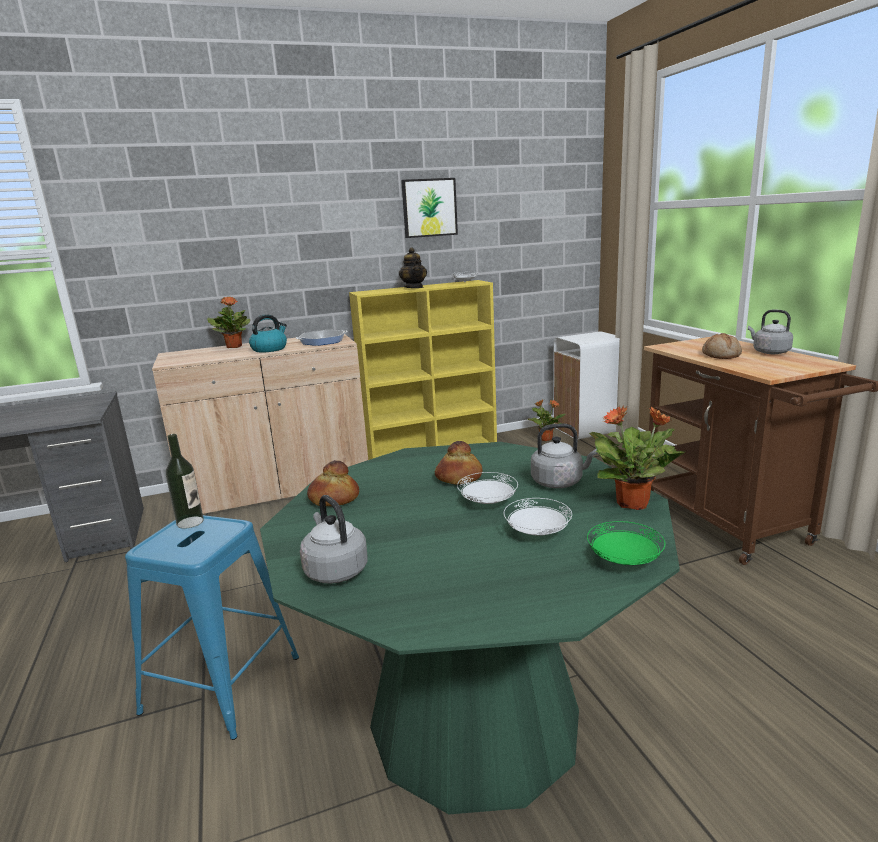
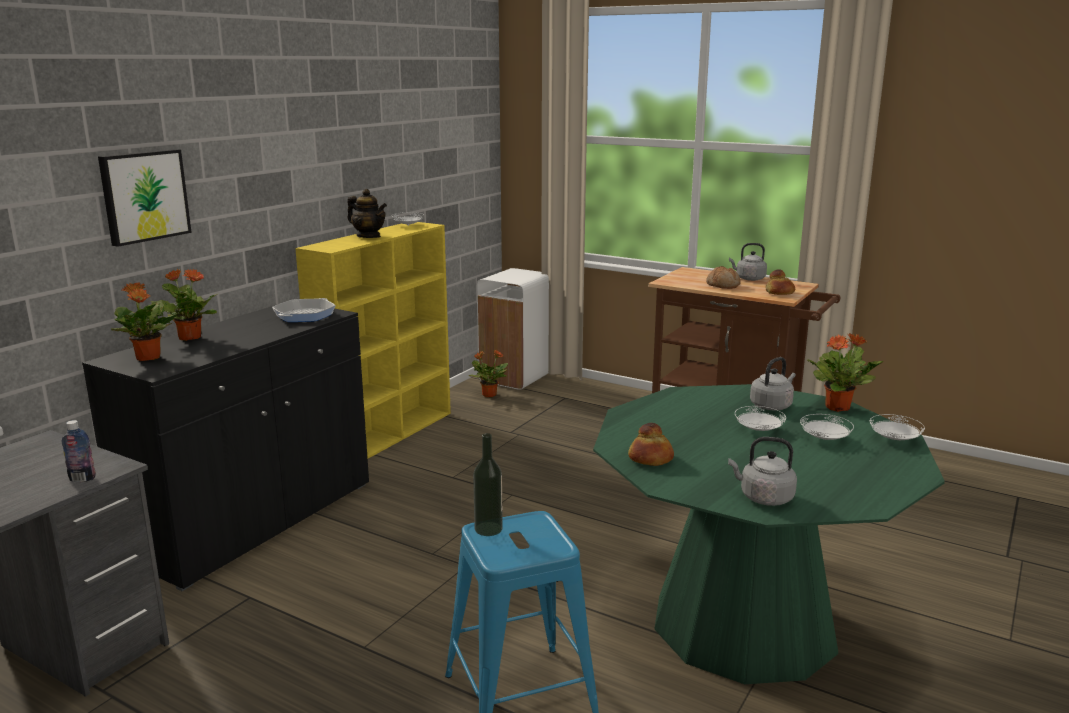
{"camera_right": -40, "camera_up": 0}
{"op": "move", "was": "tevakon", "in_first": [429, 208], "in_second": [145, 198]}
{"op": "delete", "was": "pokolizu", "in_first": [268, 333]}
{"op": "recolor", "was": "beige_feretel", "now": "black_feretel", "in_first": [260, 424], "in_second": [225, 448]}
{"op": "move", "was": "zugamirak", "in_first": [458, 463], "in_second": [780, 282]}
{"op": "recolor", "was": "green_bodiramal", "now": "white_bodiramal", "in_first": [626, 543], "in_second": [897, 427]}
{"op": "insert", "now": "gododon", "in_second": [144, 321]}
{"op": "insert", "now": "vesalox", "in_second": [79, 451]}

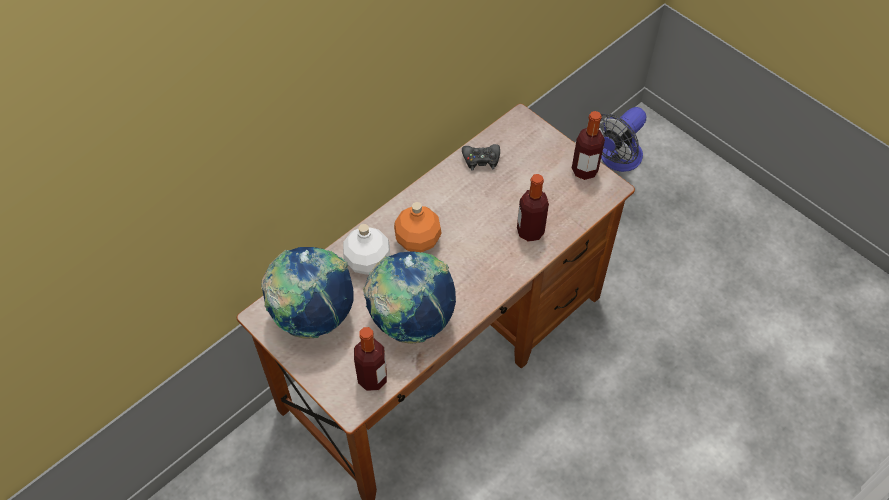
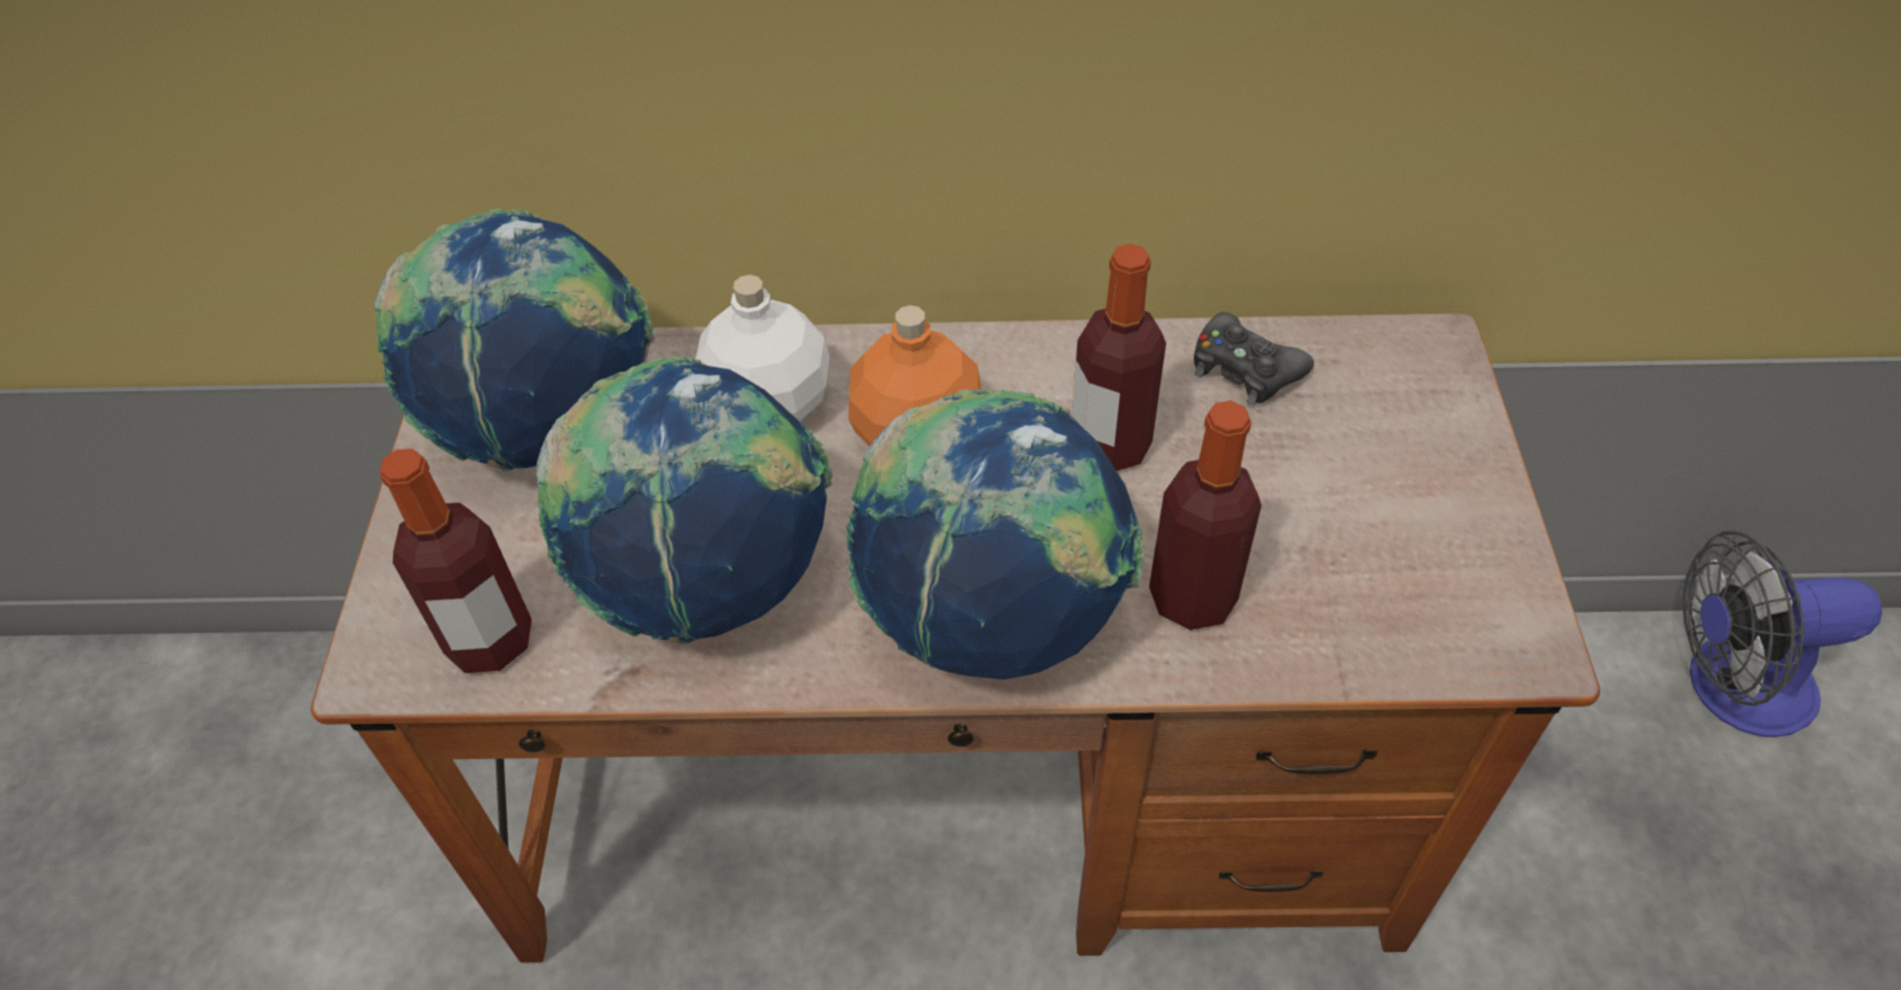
{"camera_right": 45, "camera_up": -5}
{"op": "move", "was": "vesalox", "in_first": [588, 145], "in_second": [1119, 357]}
{"op": "insert", "now": "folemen", "in_second": [995, 534]}

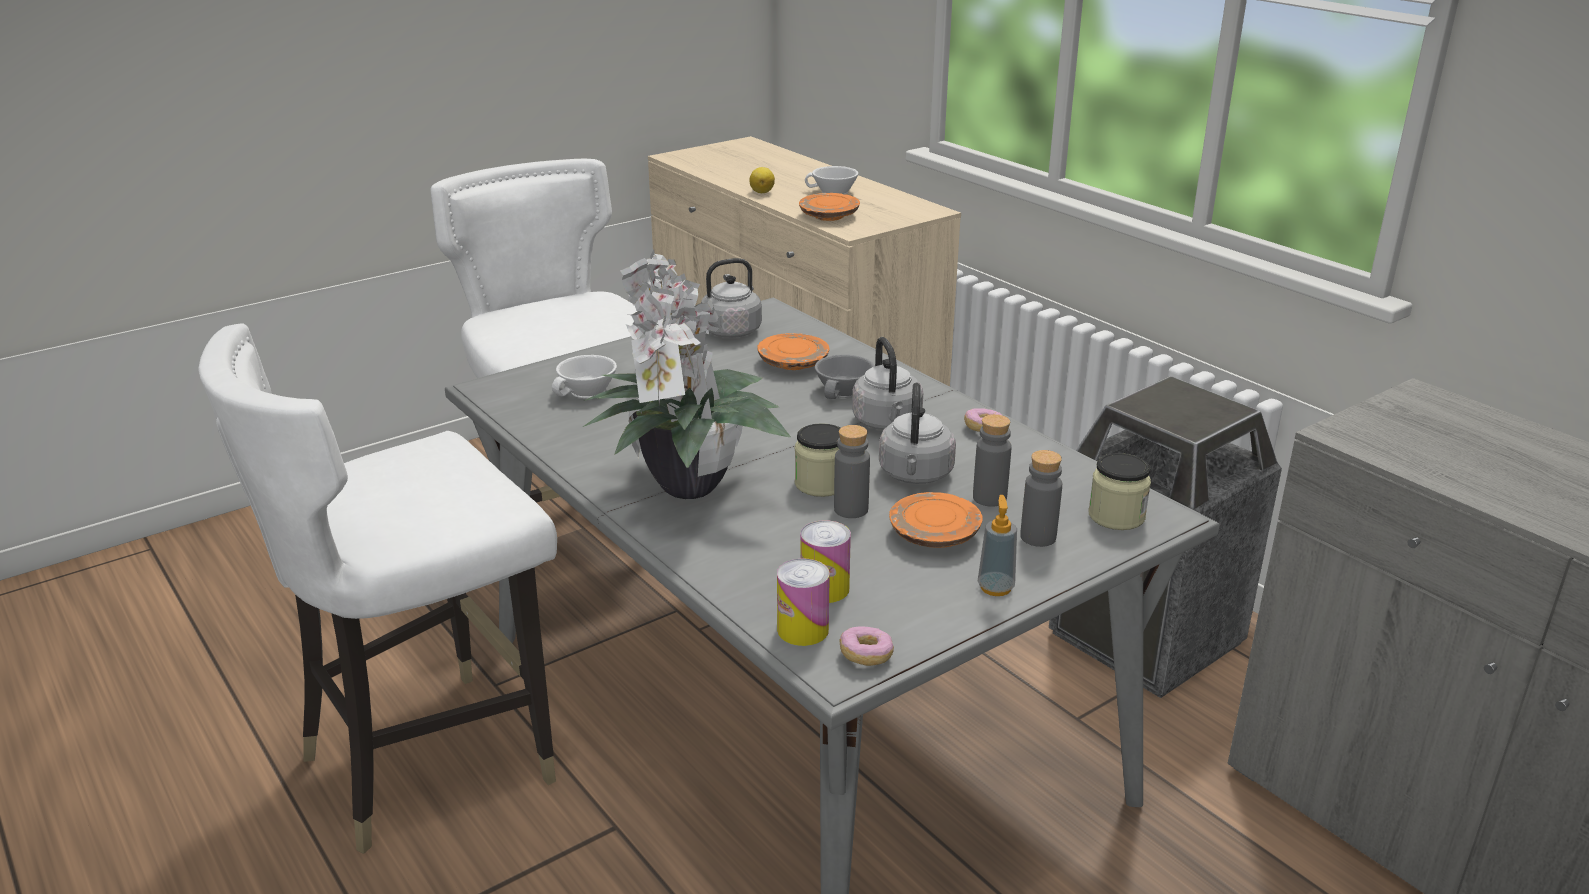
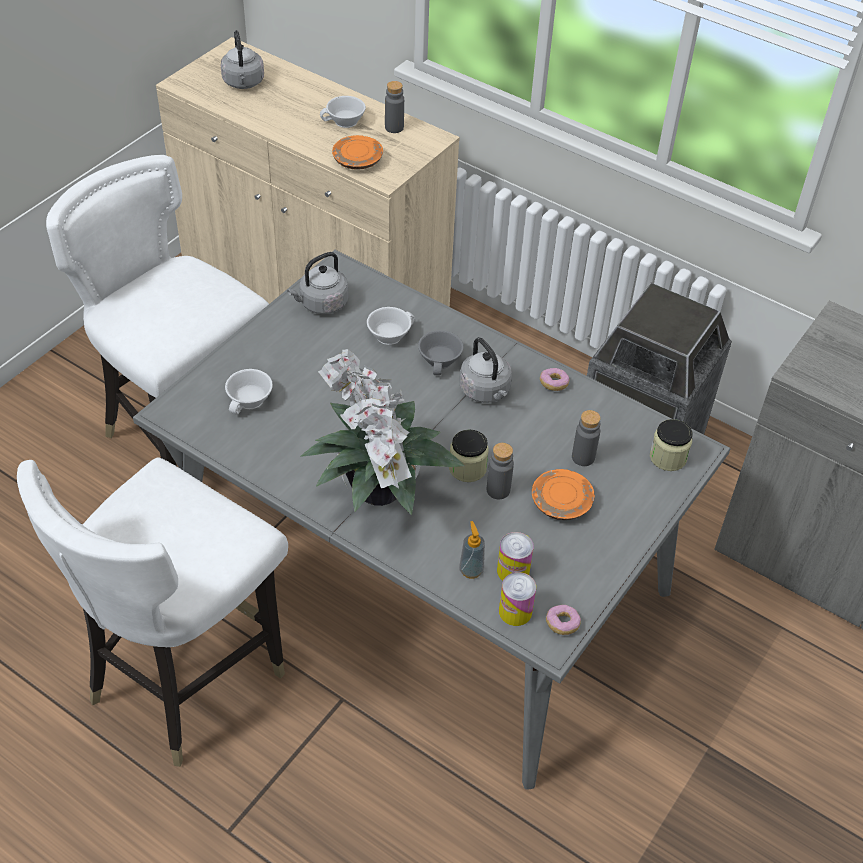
{"camera_right": -20, "camera_up": 20}
{"op": "delete", "was": "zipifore", "in_first": [762, 180]}
{"op": "replace", "was": "orange_bodiramal", "now": "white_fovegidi", "in_first": [793, 351], "in_second": [391, 326]}
{"op": "move", "was": "grey_pokolizu", "in_first": [917, 433], "in_second": [242, 59]}
{"op": "move", "was": "grey_vesalox", "in_first": [1041, 498], "in_second": [394, 107]}
{"op": "move", "was": "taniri", "in_first": [997, 545], "in_second": [472, 550]}

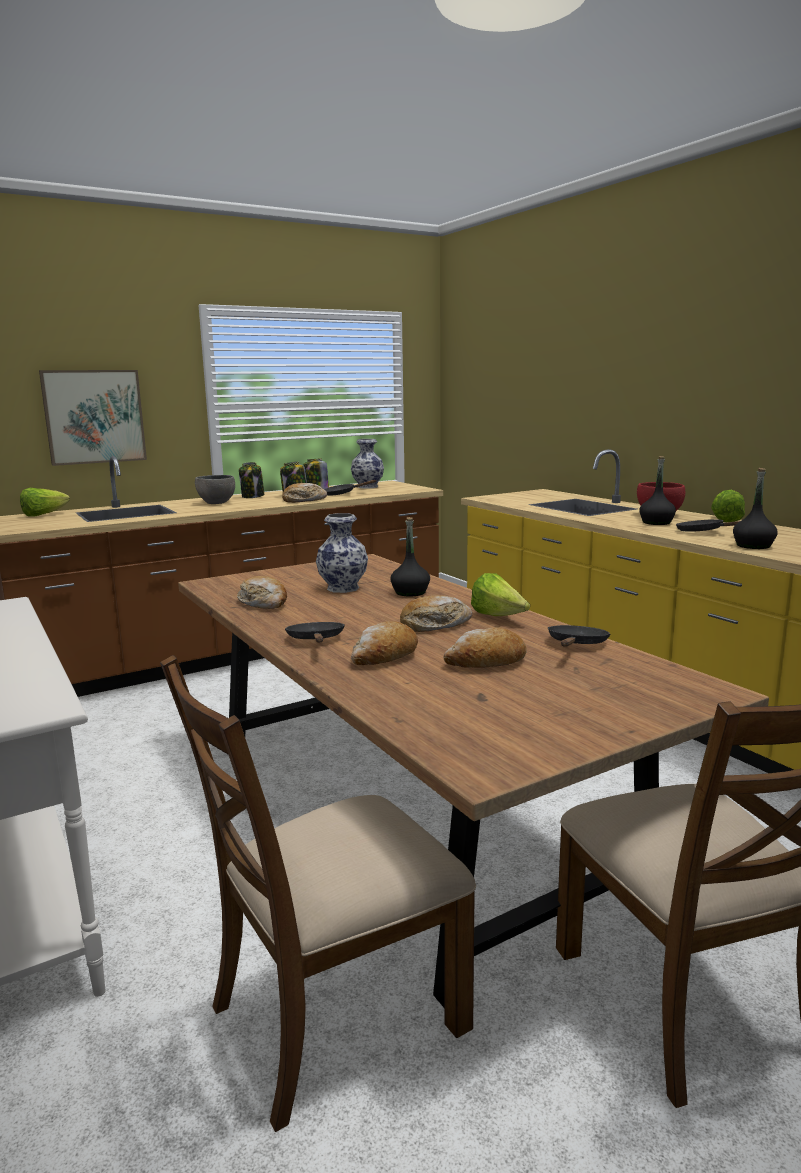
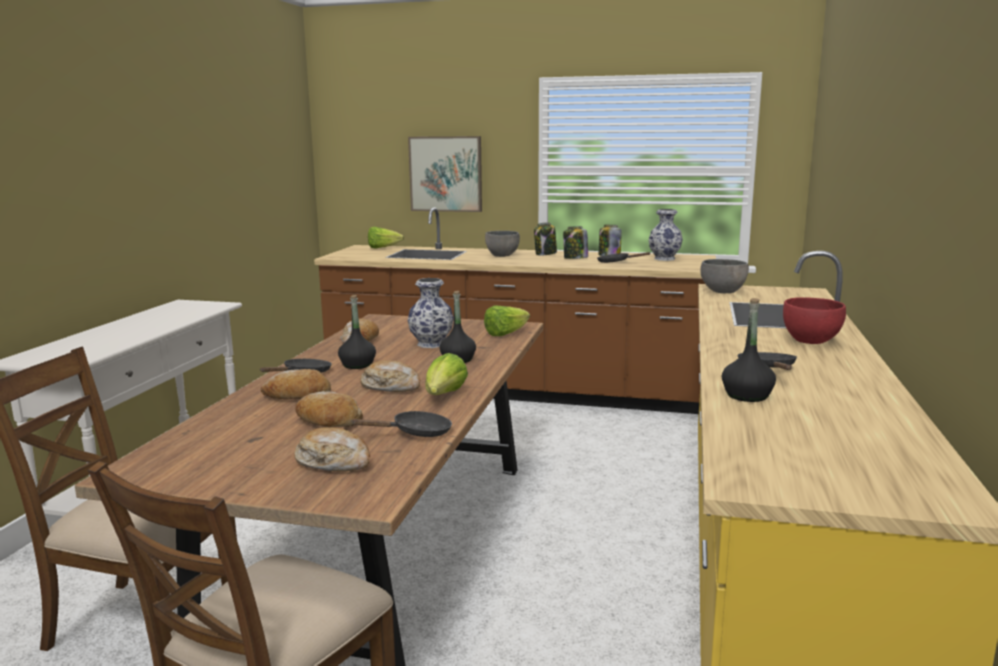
{"camera_right": 45, "camera_up": 0}
{"op": "move", "was": "black_vesalox", "in_first": [657, 490], "in_second": [357, 332]}
{"op": "move", "was": "zugamirak", "in_first": [304, 493], "in_second": [332, 449]}
{"op": "move", "was": "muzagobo", "in_first": [728, 505], "in_second": [507, 321]}
{"op": "insert", "now": "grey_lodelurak", "in_second": [725, 276]}

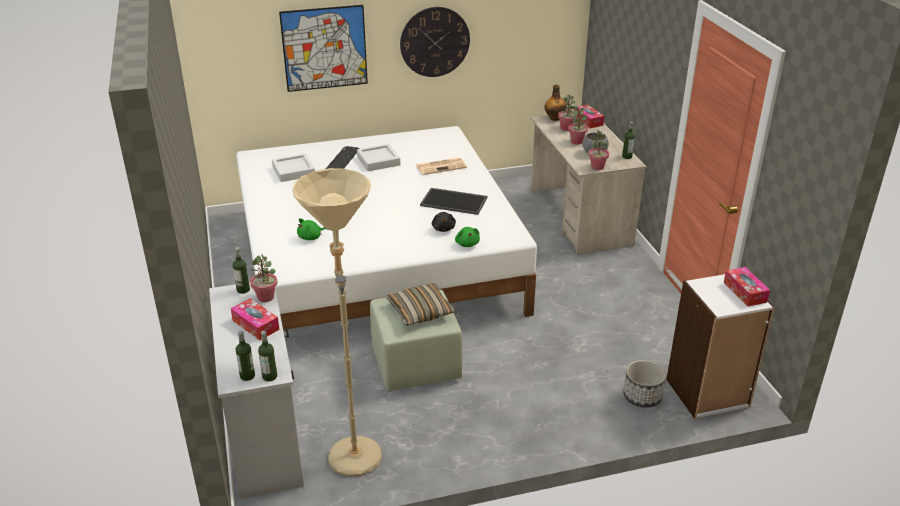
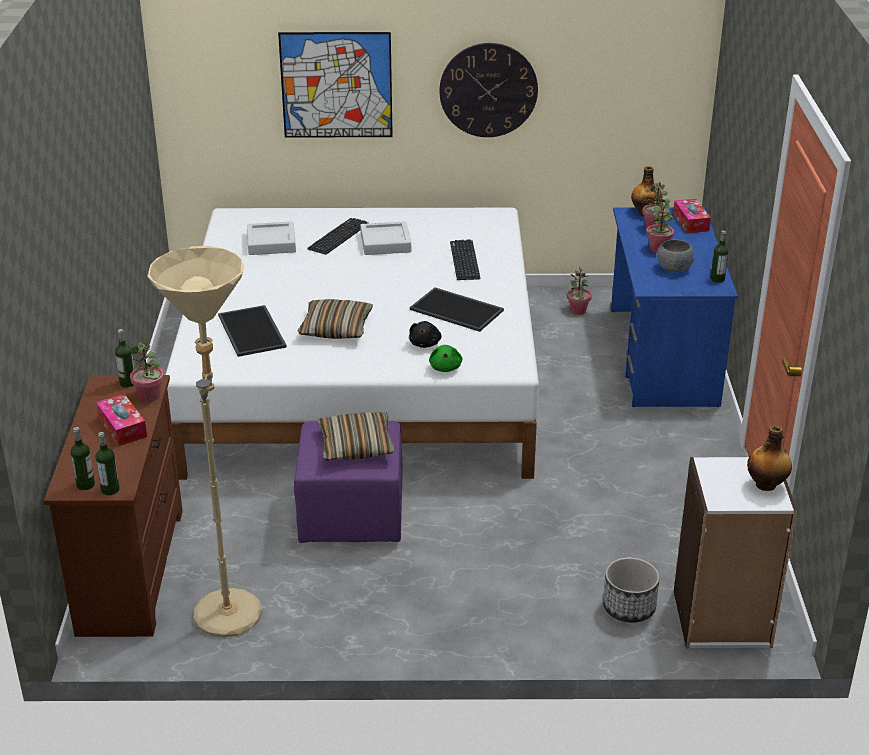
{"camera_right": 15, "camera_up": 0}
{"op": "recolor", "was": "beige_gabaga", "now": "blue_gabaga", "in_first": [589, 185], "in_second": [674, 307]}
{"op": "move", "was": "gododon", "in_first": [599, 150], "in_second": [579, 291]}
{"op": "replace", "was": "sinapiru", "now": "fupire", "in_first": [441, 166], "in_second": [465, 260]}
{"op": "replace", "was": "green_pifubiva", "now": "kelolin", "in_first": [311, 229], "in_second": [252, 331]}
{"op": "replace", "was": "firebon", "now": "vesalox", "in_first": [747, 287], "in_second": [769, 458]}
{"op": "recolor", "was": "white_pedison", "now": "brown_pedison", "in_first": [256, 390], "in_second": [113, 506]}
{"op": "recolor", "was": "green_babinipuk", "now": "purple_babinipuk", "in_first": [416, 340], "in_second": [348, 482]}
{"op": "insert", "now": "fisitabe", "in_second": [335, 319]}

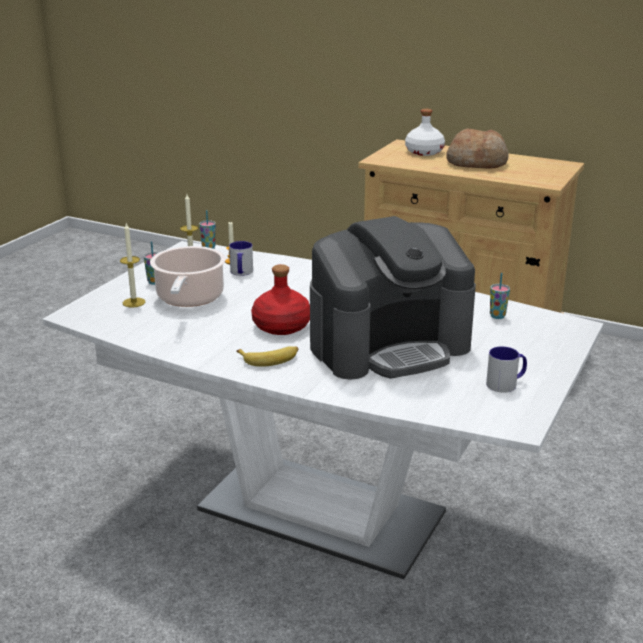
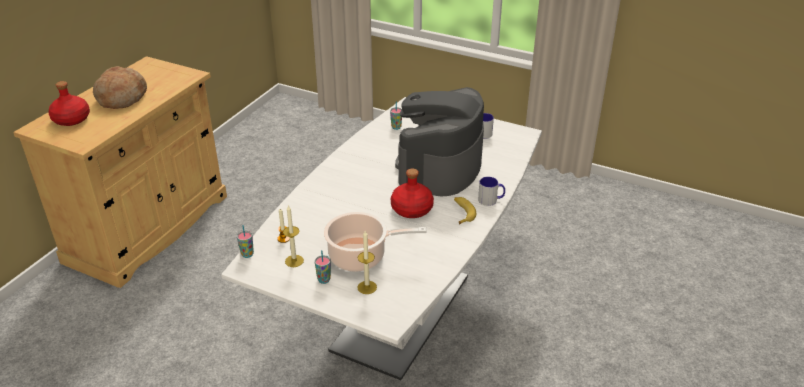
{"camera_right": -90, "camera_up": 10}
{"op": "recolor", "was": "white_vesalox", "now": "red_vesalox", "in_first": [425, 132], "in_second": [69, 103]}
{"op": "rotate", "was": "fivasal", "in_first": [393, 298], "in_second": [439, 142], "clockwise": -135}
{"op": "move", "was": "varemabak", "in_first": [241, 258], "in_second": [491, 191]}

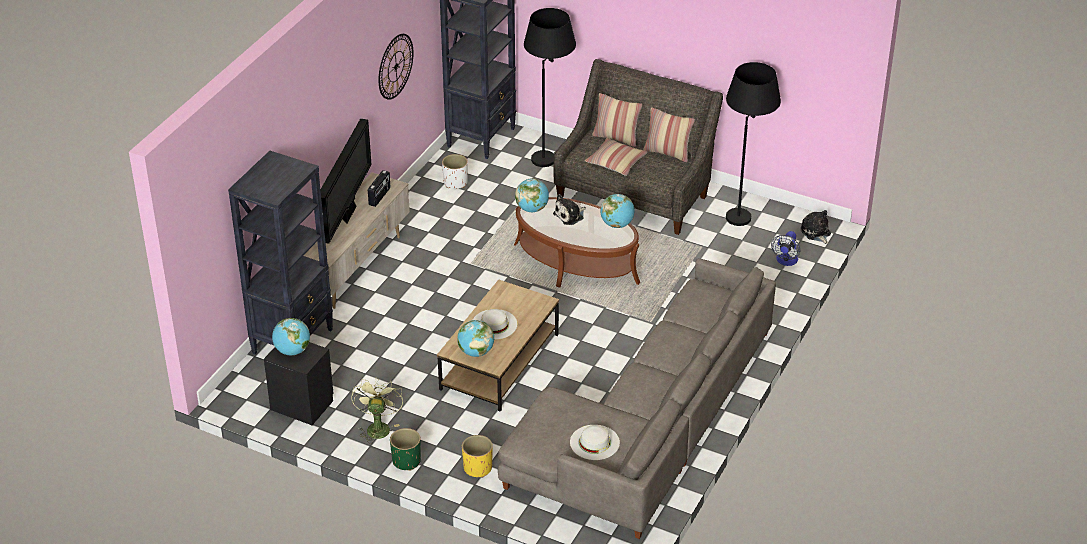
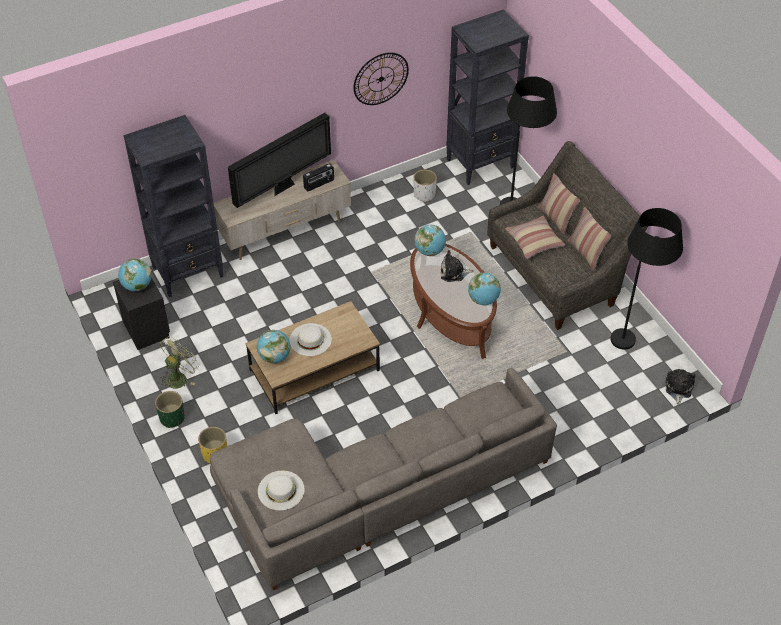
{"camera_right": 35, "camera_up": 10}
{"op": "delete", "was": "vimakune", "in_first": [785, 248]}

